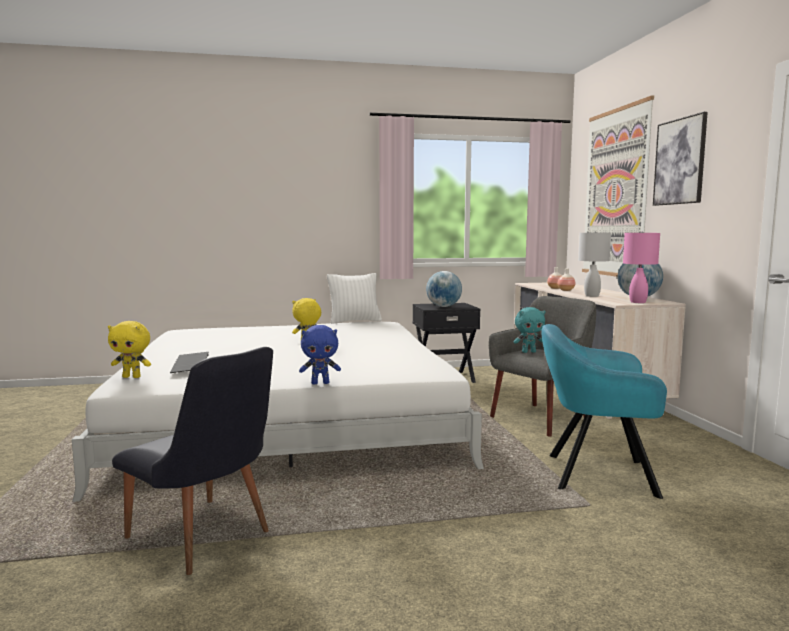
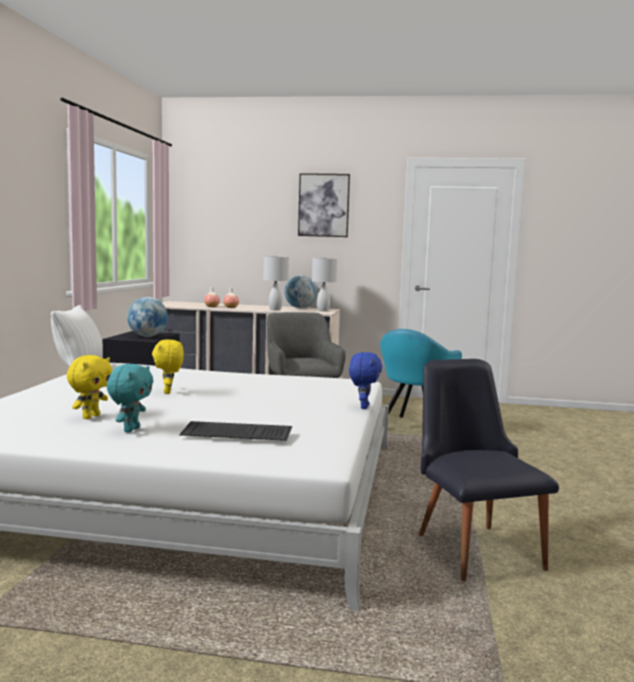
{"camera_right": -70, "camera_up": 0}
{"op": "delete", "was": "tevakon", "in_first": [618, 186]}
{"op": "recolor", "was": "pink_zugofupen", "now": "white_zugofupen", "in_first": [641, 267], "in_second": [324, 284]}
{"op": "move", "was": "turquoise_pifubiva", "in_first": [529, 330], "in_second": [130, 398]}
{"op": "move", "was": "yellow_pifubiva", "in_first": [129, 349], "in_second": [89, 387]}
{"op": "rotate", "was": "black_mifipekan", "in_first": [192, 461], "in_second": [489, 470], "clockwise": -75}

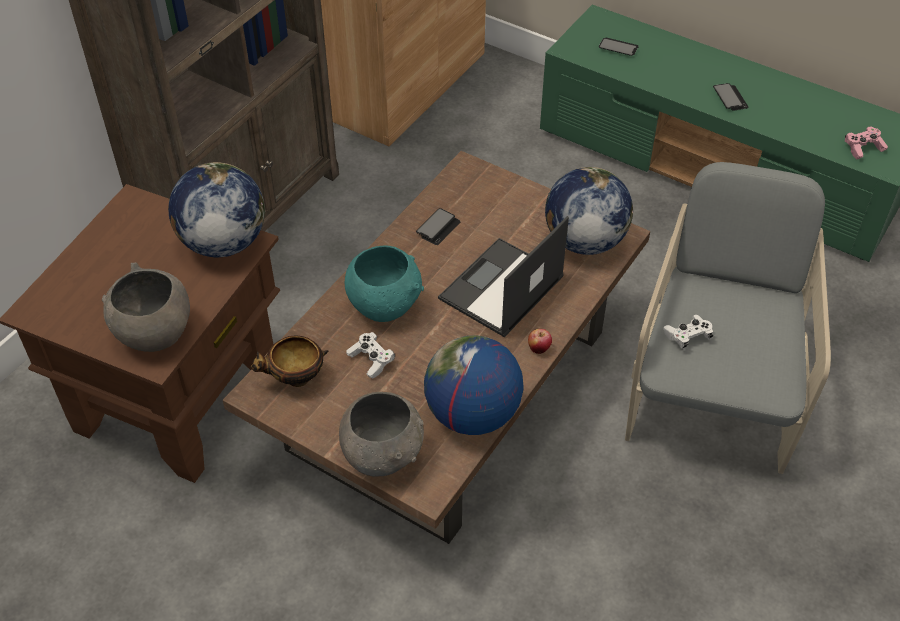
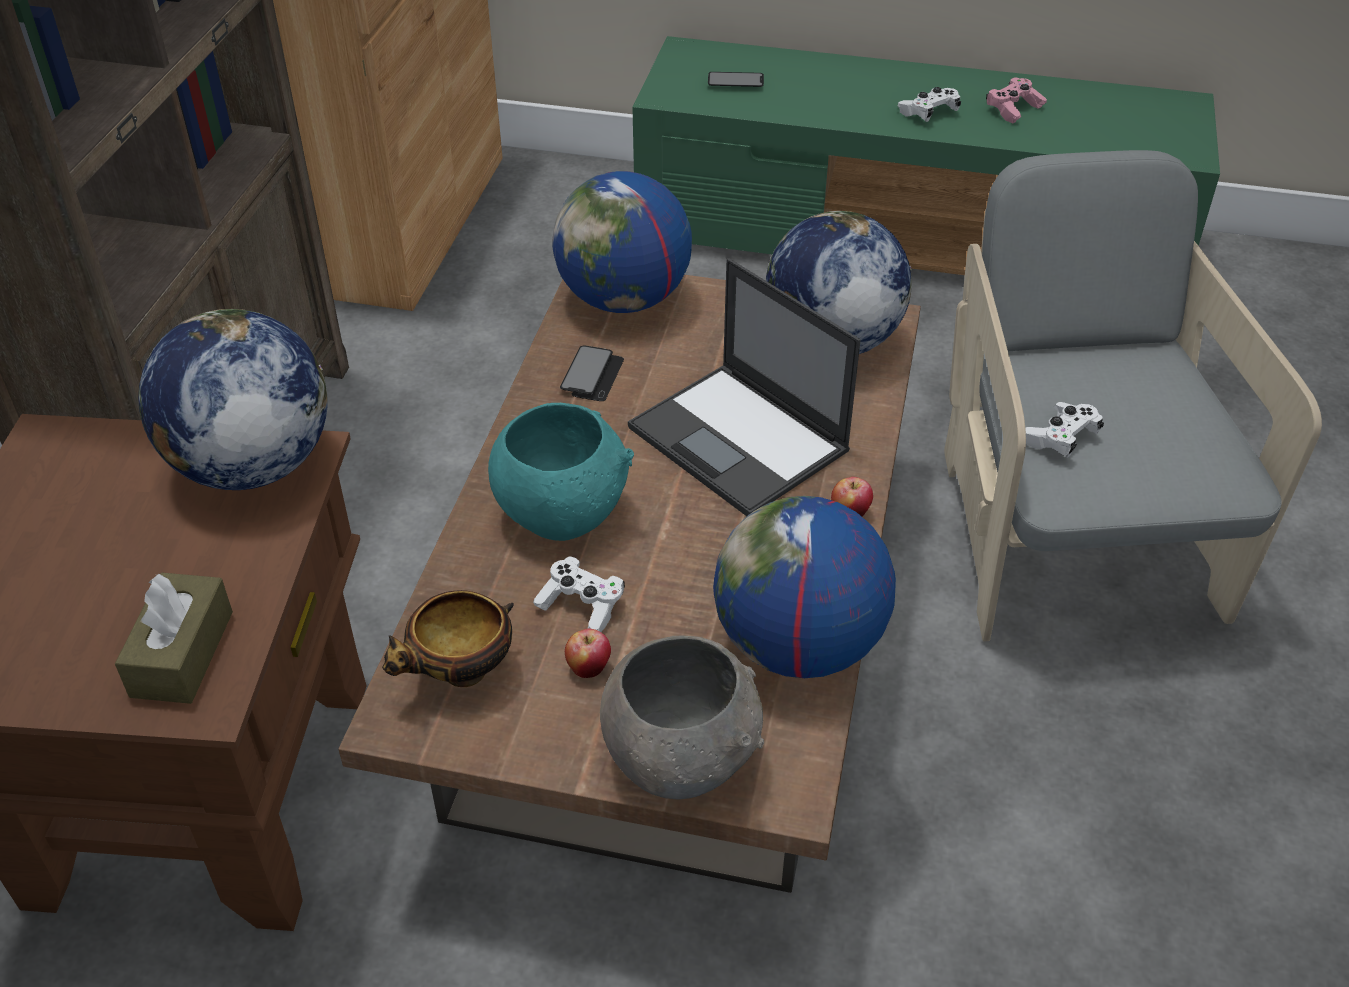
{"camera_right": -20, "camera_up": -5}
{"op": "replace", "was": "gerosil", "now": "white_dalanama", "in_first": [731, 96], "in_second": [929, 104]}
{"op": "move", "was": "pink_dalanama", "in_first": [866, 142], "in_second": [1016, 100]}
{"op": "rotate", "was": "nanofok", "in_first": [503, 276], "in_second": [744, 387], "clockwise": -60}
{"op": "replace", "was": "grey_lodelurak", "now": "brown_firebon", "in_first": [146, 307], "in_second": [174, 638]}
{"op": "insert", "now": "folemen", "in_second": [622, 242]}
{"op": "insert", "now": "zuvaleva", "in_second": [588, 653]}

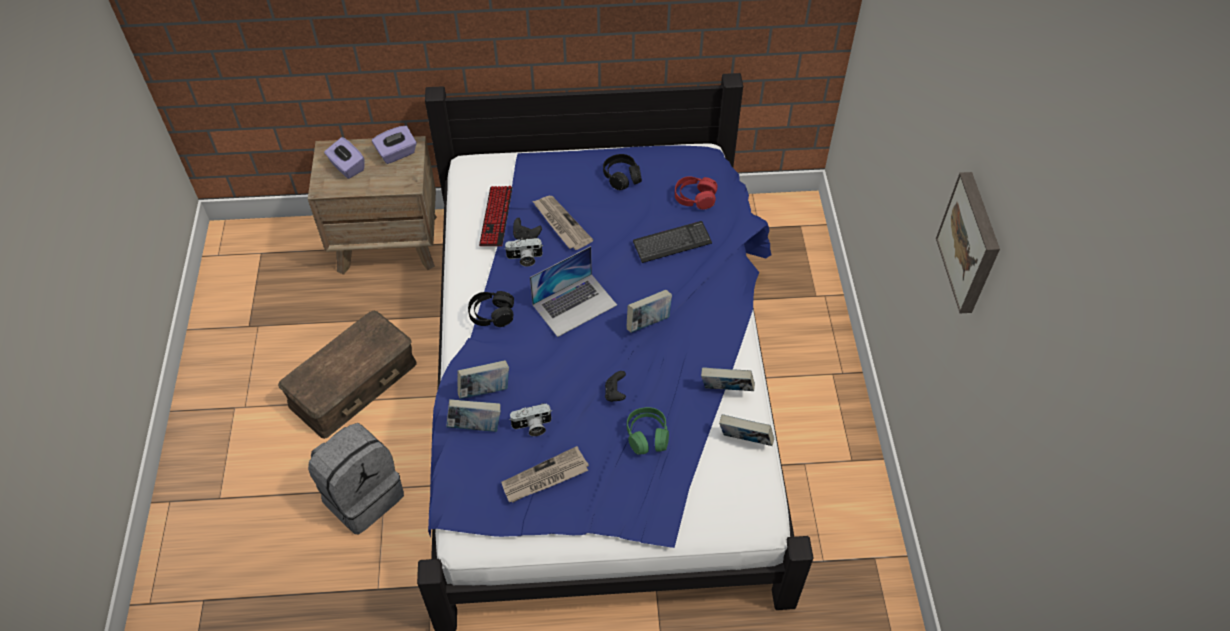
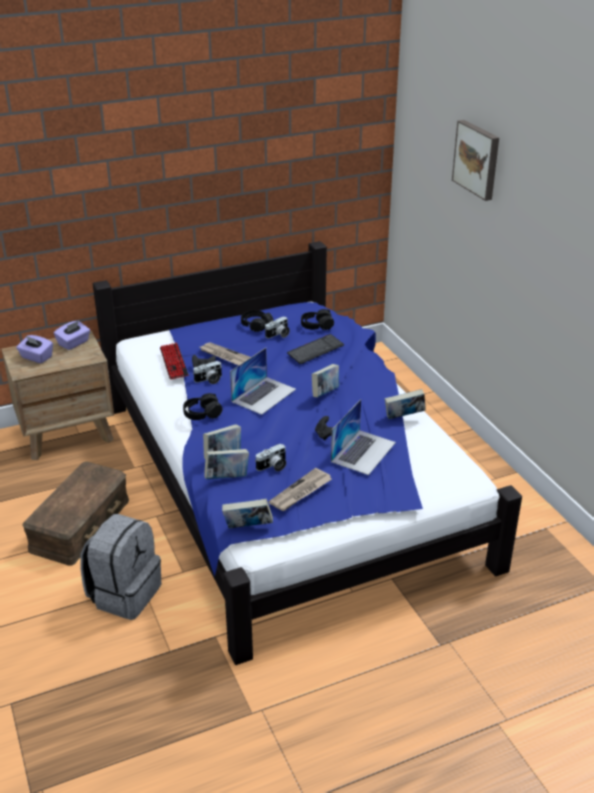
{"camera_right": -20, "camera_up": -20}
{"op": "move", "was": "tevakon", "in_first": [968, 242], "in_second": [475, 160]}
{"op": "recolor", "was": "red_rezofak", "now": "black_rezofak", "in_first": [696, 193], "in_second": [317, 319]}
{"op": "replace", "was": "green_rezofak", "now": "nanofok", "in_first": [648, 431], "in_second": [363, 437]}
{"op": "move", "was": "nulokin", "in_first": [746, 430], "in_second": [247, 513]}
{"op": "insert", "now": "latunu", "in_second": [277, 327]}

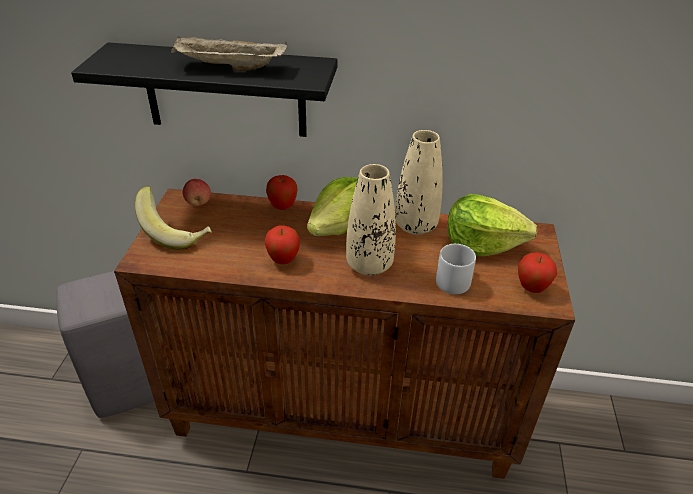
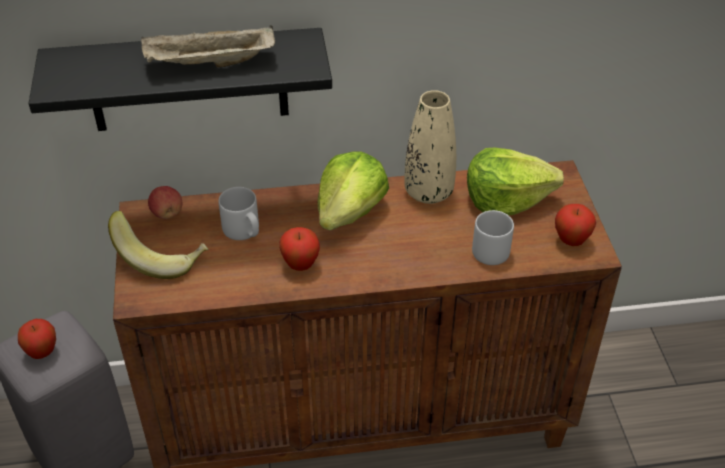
{"camera_right": -15, "camera_up": 5}
{"op": "delete", "was": "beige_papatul", "in_first": [371, 219]}
{"op": "move", "was": "zuvaleva", "in_first": [281, 192], "in_second": [37, 339]}
{"op": "insert", "now": "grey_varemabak", "in_second": [238, 213]}

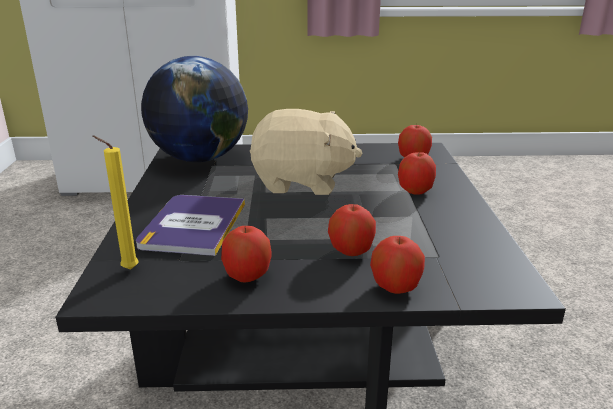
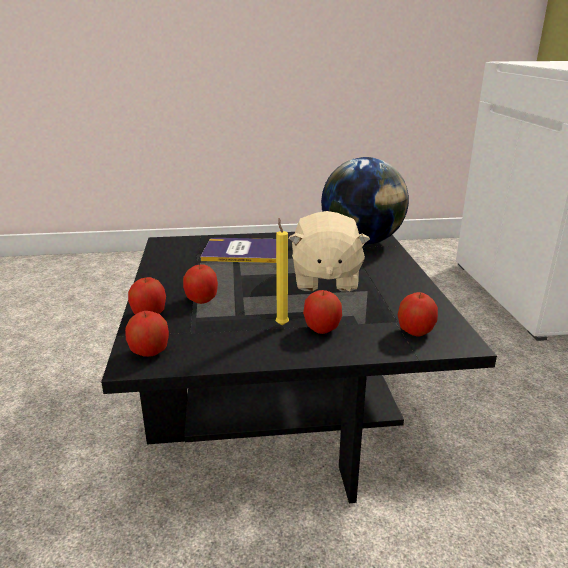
{"camera_right": 85, "camera_up": 0}
{"op": "move", "was": "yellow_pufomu", "in_first": [115, 202], "in_second": [282, 271]}
{"op": "move", "was": "zuvaleva", "in_first": [246, 254], "in_second": [147, 334]}

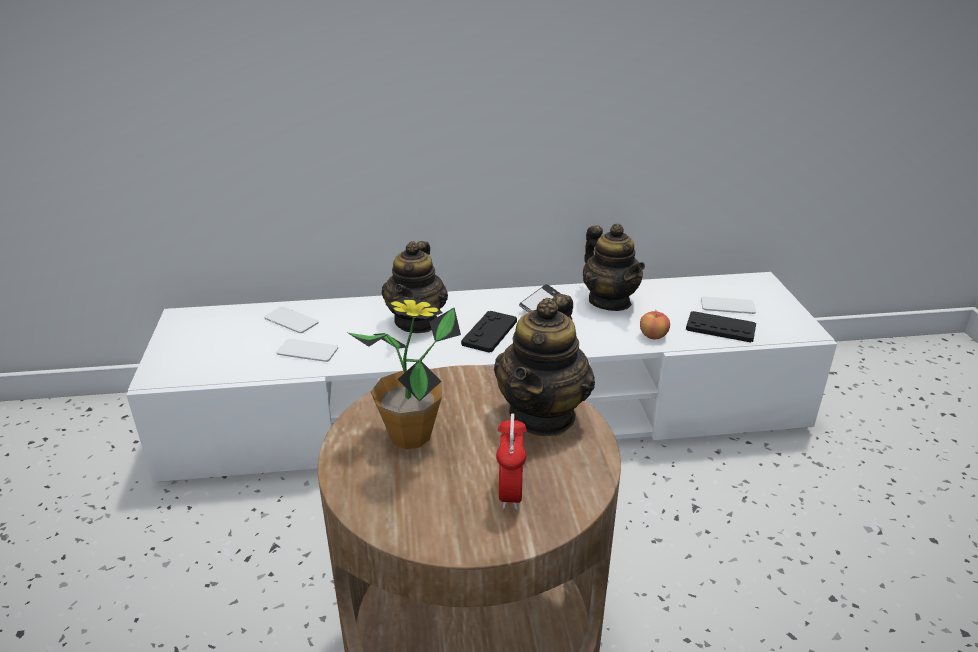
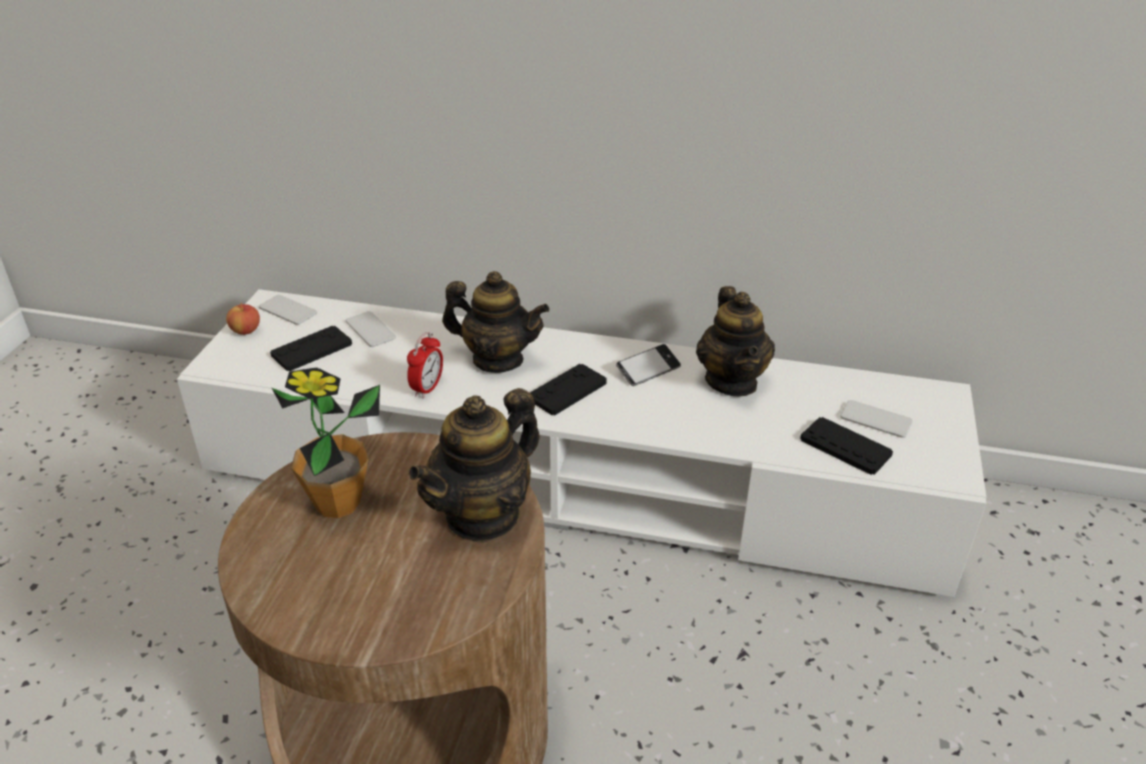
{"camera_right": 20, "camera_up": 5}
{"op": "rotate", "was": "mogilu", "in_first": [415, 287], "in_second": [496, 322], "clockwise": -105}
{"op": "move", "was": "zuvaleva", "in_first": [655, 324], "in_second": [243, 319]}
{"op": "move", "was": "gerosil", "in_first": [307, 350], "in_second": [288, 310]}
{"op": "move", "was": "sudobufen", "in_first": [511, 461], "in_second": [425, 365]}
{"op": "insert", "now": "black_dalanama", "in_second": [311, 348]}

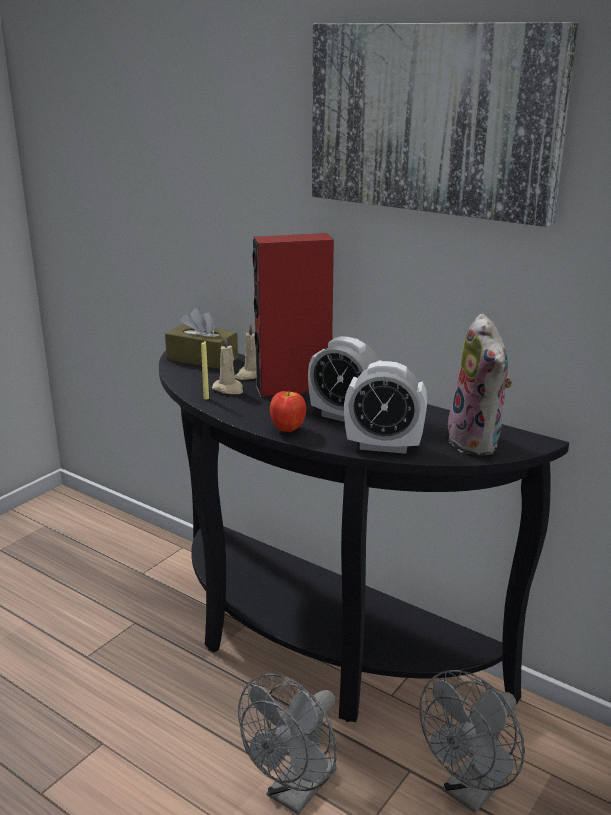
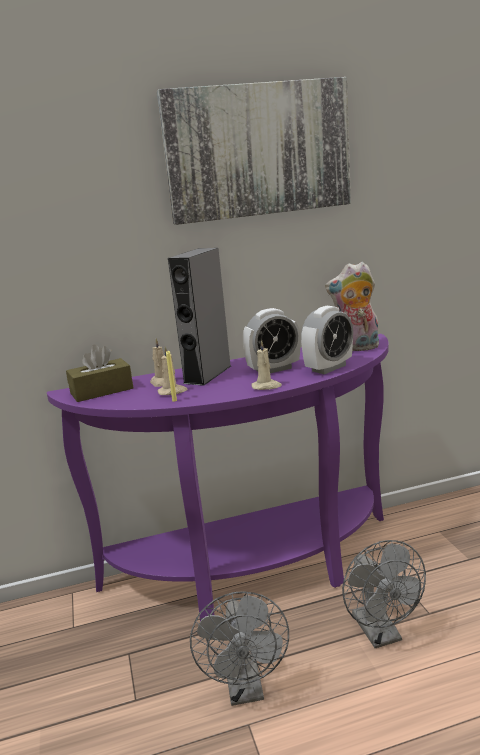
{"camera_right": -50, "camera_up": -5}
{"op": "recolor", "was": "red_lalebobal", "now": "grey_lalebobal", "in_first": [293, 315], "in_second": [199, 317]}
{"op": "rotate", "was": "pifubiva", "in_first": [478, 384], "in_second": [352, 306], "clockwise": 150}
{"op": "recolor", "was": "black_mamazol", "now": "purple_mamazol", "in_first": [364, 536], "in_second": [218, 477]}
{"op": "replace", "was": "zuvaleva", "now": "beige_pufomu", "in_first": [288, 410], "in_second": [267, 365]}
{"op": "move", "was": "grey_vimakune", "in_first": [472, 741], "in_second": [239, 648]}

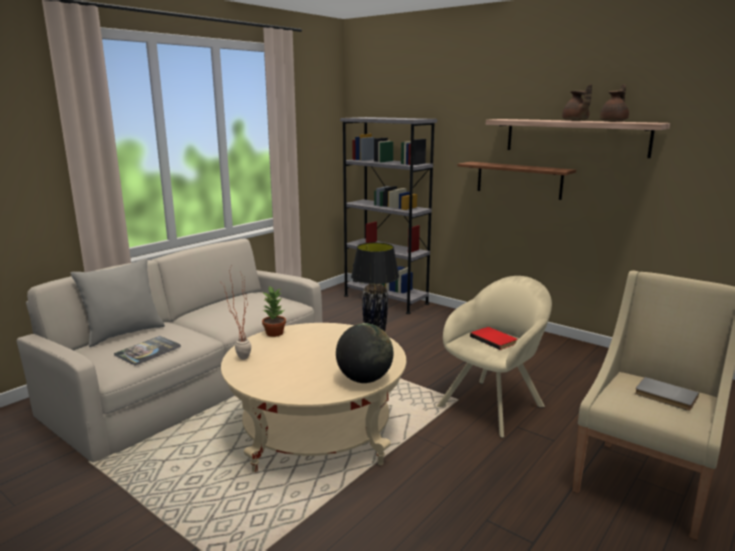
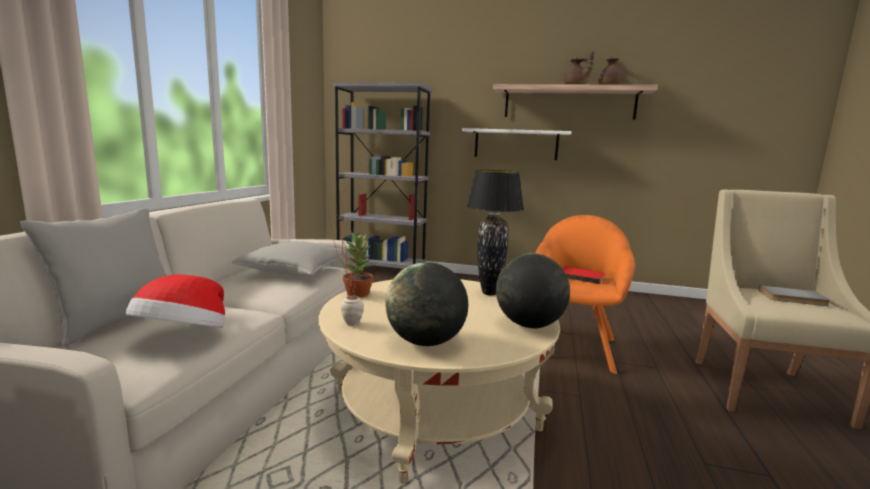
{"camera_right": -25, "camera_up": -5}
{"op": "recolor", "was": "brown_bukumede", "now": "white_bukumede", "in_first": [516, 181], "in_second": [517, 144]}
{"op": "recolor", "was": "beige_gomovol", "now": "orange_gomovol", "in_first": [494, 357], "in_second": [585, 295]}
{"op": "replace", "was": "nulokin", "now": "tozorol", "in_first": [147, 351], "in_second": [175, 301]}
{"op": "insert", "now": "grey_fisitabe", "in_second": [289, 258]}
{"op": "insert", "now": "folemen", "in_second": [426, 304]}

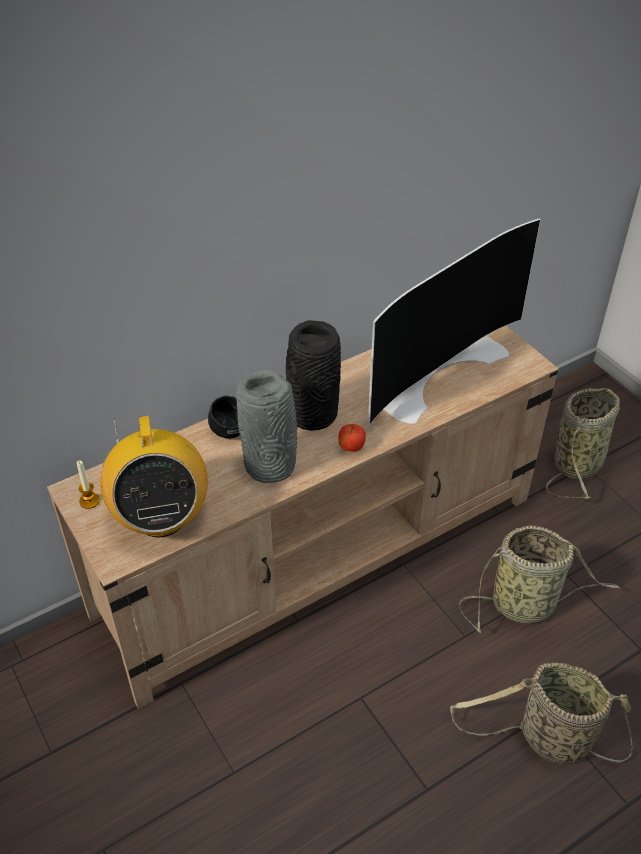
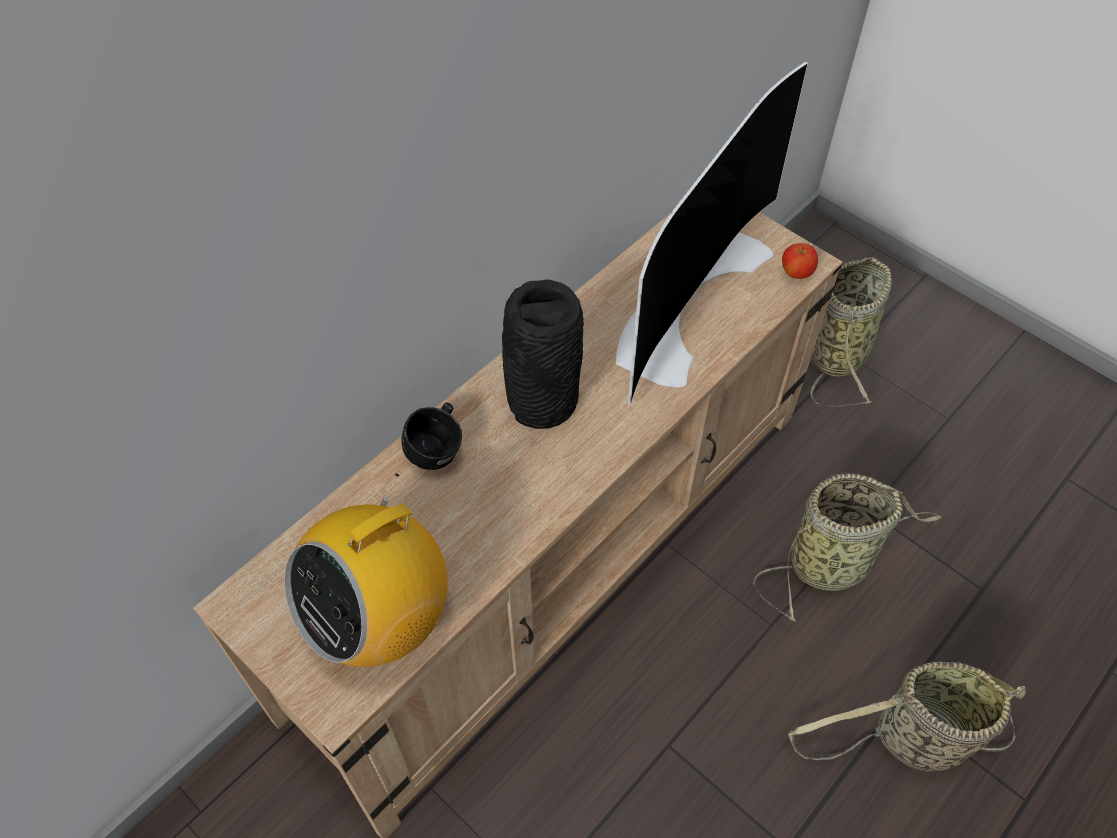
{"camera_right": -15, "camera_up": 10}
{"op": "delete", "was": "grey_papatul", "in_first": [266, 426]}
{"op": "rotate", "was": "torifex", "in_first": [154, 476], "in_second": [366, 570], "clockwise": 75}
{"op": "move", "was": "zuvaleva", "in_first": [352, 438], "in_second": [800, 261]}
{"op": "delete", "was": "pufomu", "in_first": [88, 485]}

